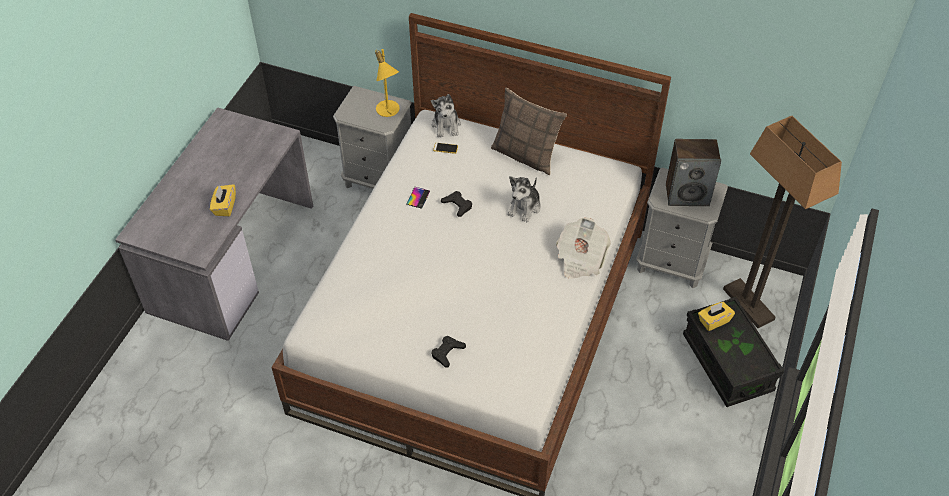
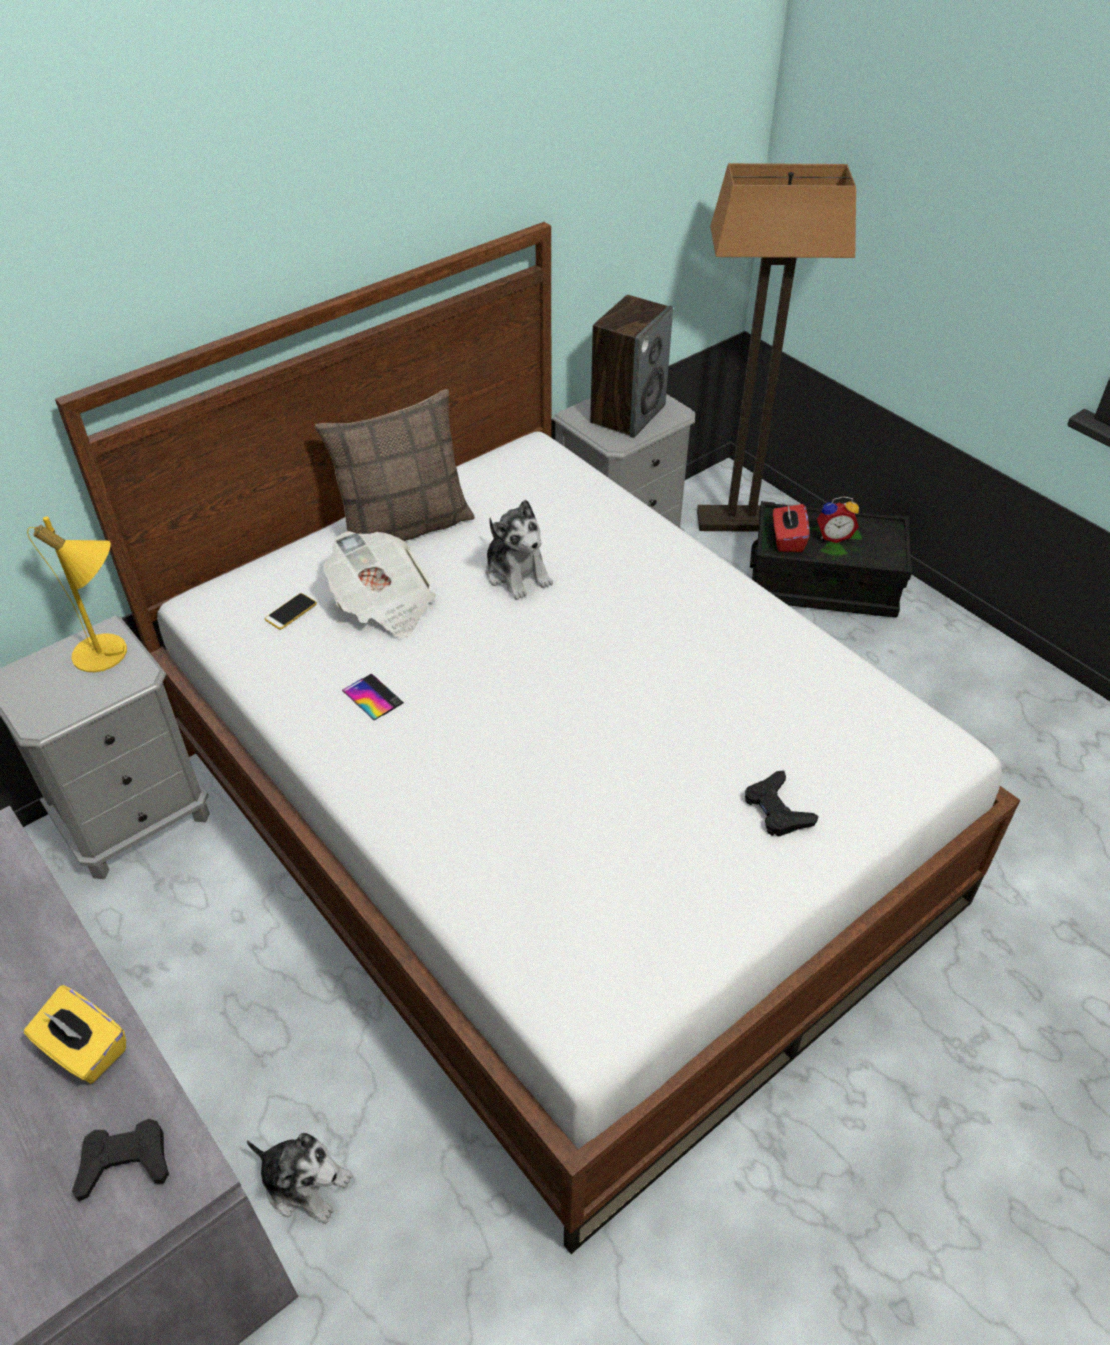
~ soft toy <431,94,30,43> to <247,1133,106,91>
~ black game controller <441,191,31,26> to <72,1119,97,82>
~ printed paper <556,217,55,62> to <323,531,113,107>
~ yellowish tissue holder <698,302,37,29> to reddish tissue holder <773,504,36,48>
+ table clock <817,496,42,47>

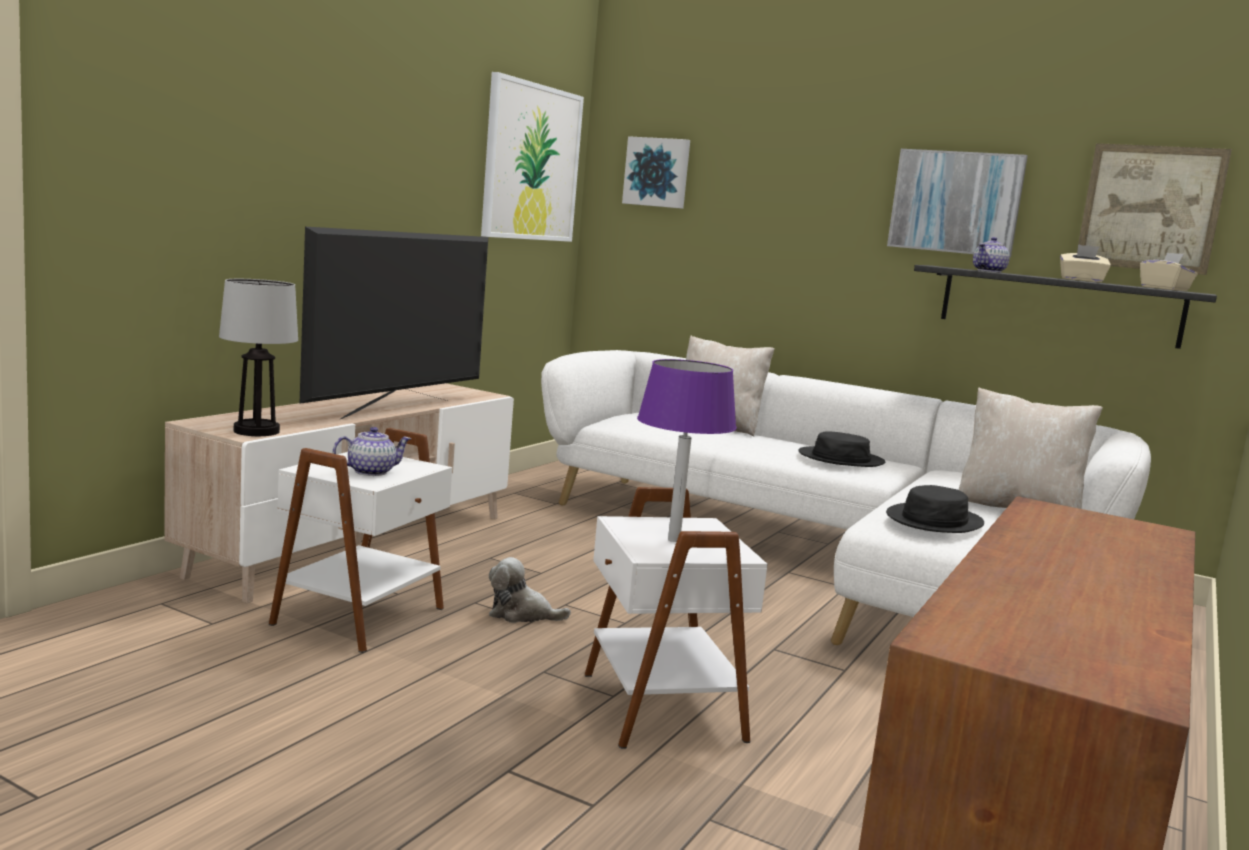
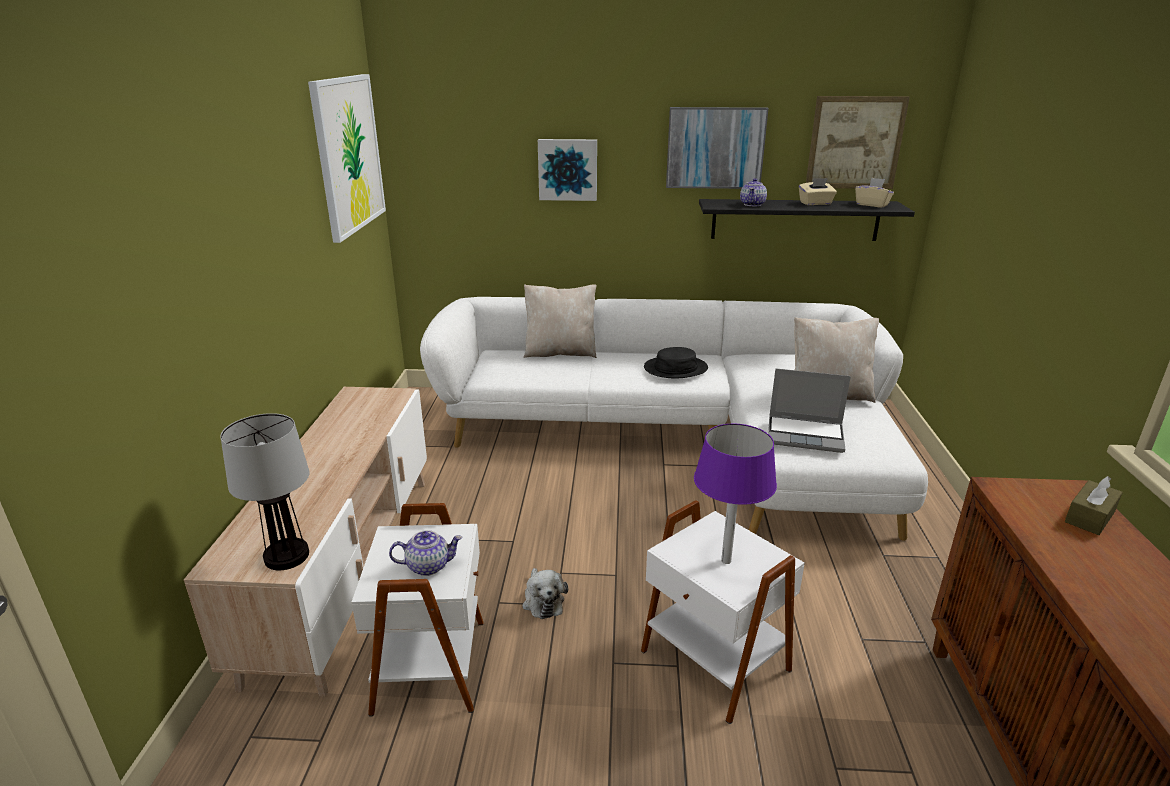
- television <299,227,189,192>
~ tea pot <333,427,78,49> = <389,530,73,46> 45 degrees clockwise
~ soft toy <489,557,82,66> = <522,568,46,51> 90 degrees counterclockwise
~ wall art <622,136,68,73> to <538,139,59,62>
~ black hat <886,485,98,48> to notebook computer <768,368,83,85>
+ brownish tissue holder <1065,476,58,59>

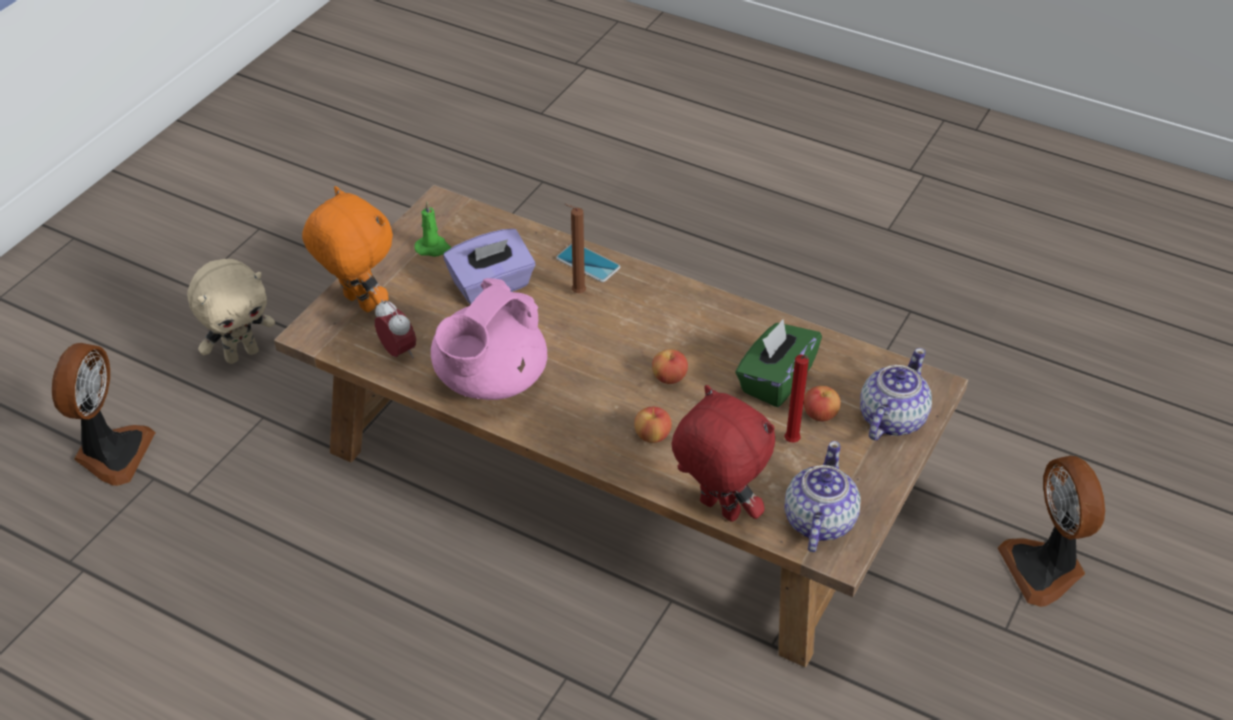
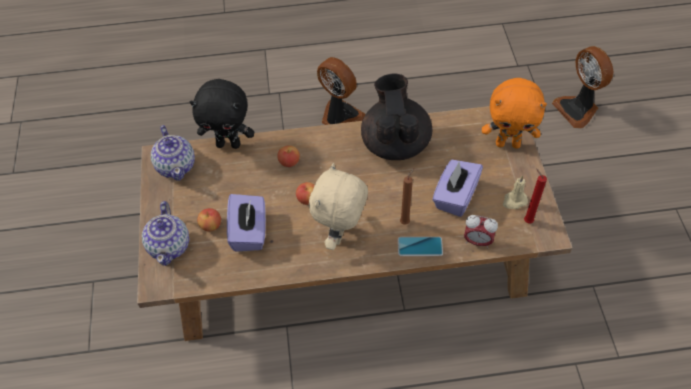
~ beige-coloured soft toy <187,259,88,105> to <309,163,59,87>
~ table clock <375,300,41,58> to <464,215,34,33>
~ green wax light <414,201,38,56> to beige-coloured wax light <503,175,25,34>
~ pinkish tea pot <431,278,116,122> to black tea pot <361,74,72,86>
~ reddish soft toy <672,385,103,137> to black soft toy <190,79,64,70>
~ green tissue holder <735,319,87,88> to purple-coloured tissue holder <227,194,39,58>
~ reddish wax light <785,355,24,88> to <524,168,23,55>
~ electric fan <997,456,108,151> to <317,57,48,68>

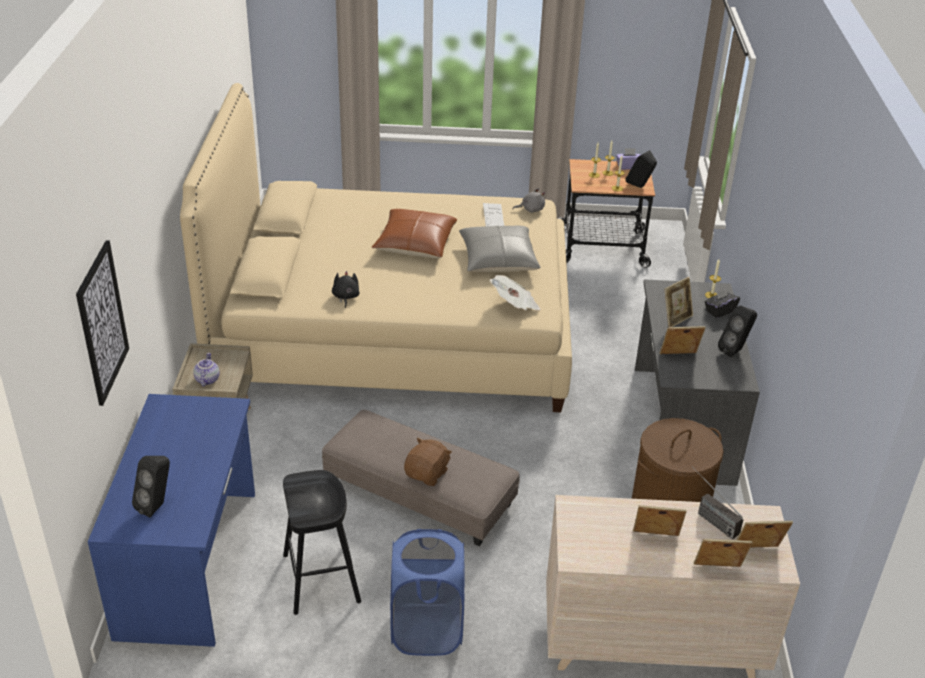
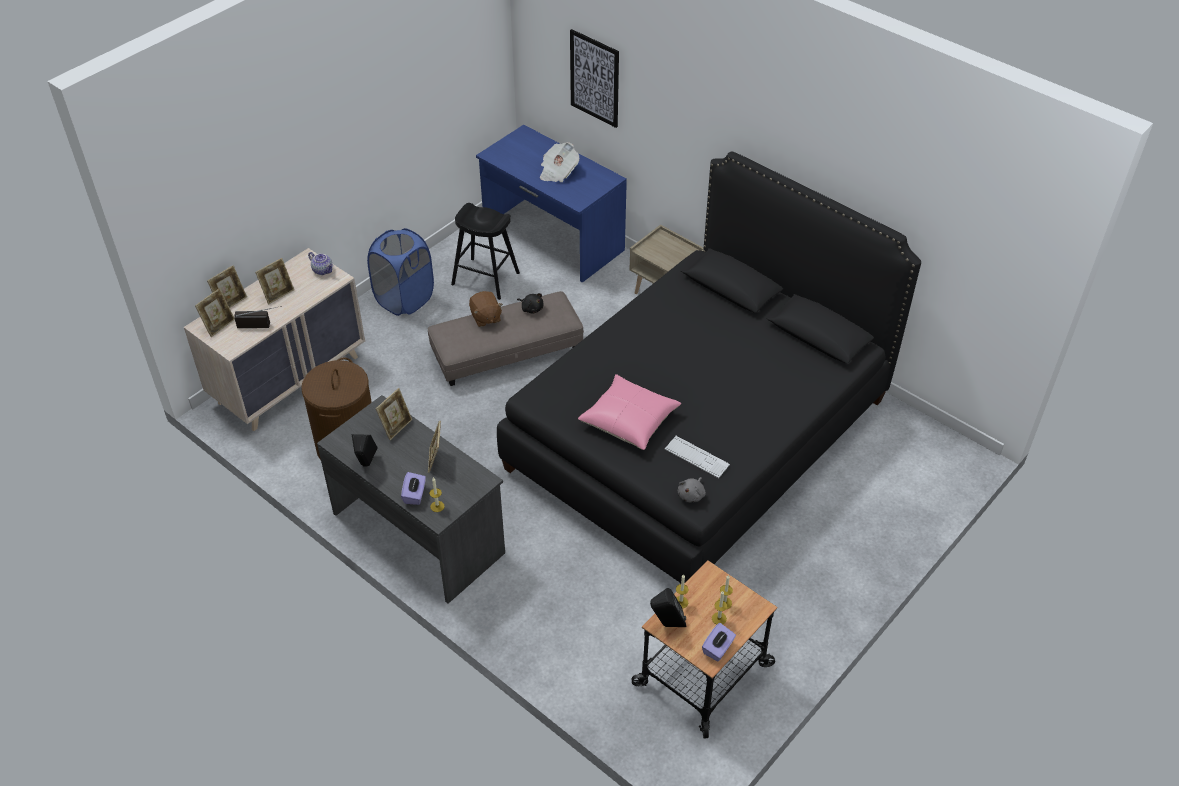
- black loudspeaker <132,456,38,62>
~ beige-coloured bedroom bed <180,83,392,329> to black bedroom bed <497,151,424,433>
~ tea pot <193,353,27,33> to <308,252,25,23>
~ black soft toy <332,271,28,37> to <517,293,27,20>
- brownish throw pillow <371,209,86,49>
~ grey throw pillow <459,226,81,46> to pinkish throw pillow <578,374,103,76>
~ printed paper <490,275,51,35> to <540,142,39,40>
~ black tissue holder <705,288,35,30> to purple-coloured tissue holder <401,472,25,33>

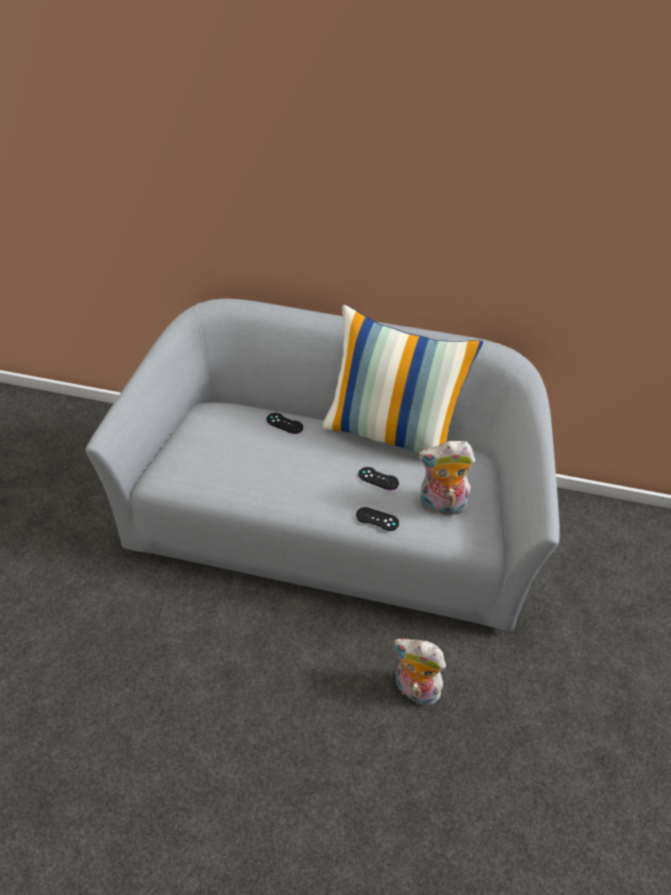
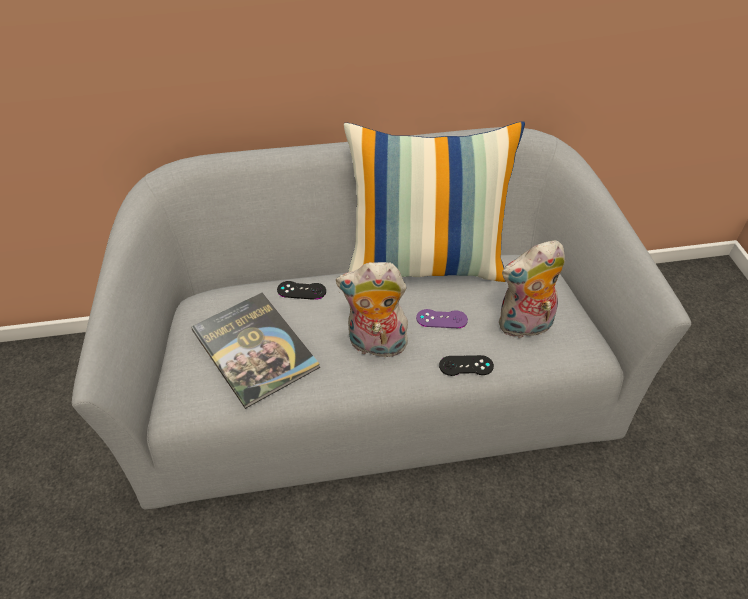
~ black game controller <359,467,40,23> to purple-coloured game controller <416,309,52,19>
~ soft toy <394,638,52,67> to <336,262,72,96>
+ bound book <191,292,129,117>

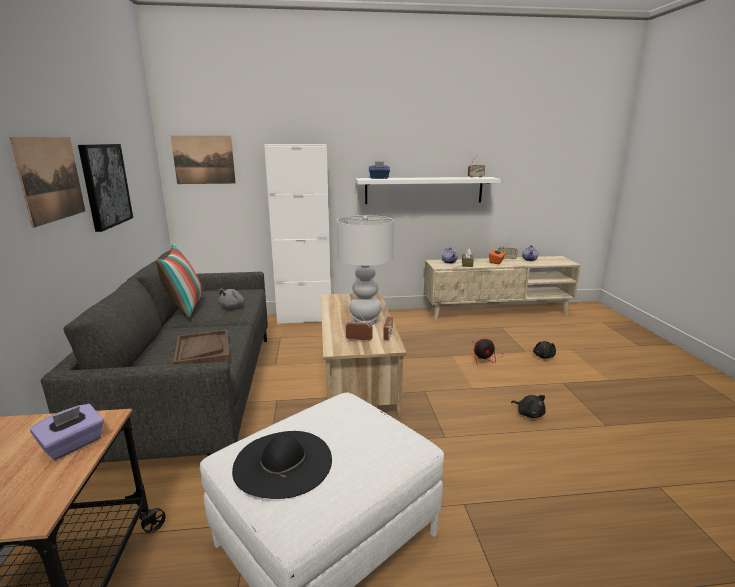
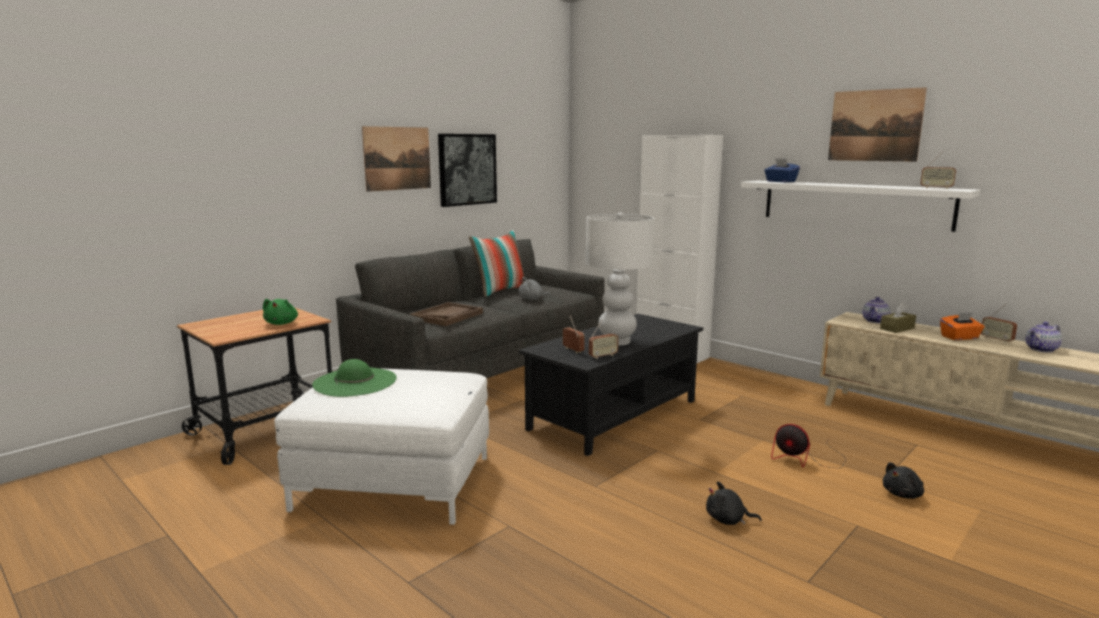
~ purple-coloured tissue holder <30,404,74,56> to green soft toy <263,299,35,26>
~ wall art <171,136,65,48> to <828,87,99,75>
~ black hat <232,431,100,68> to green hat <312,359,85,38>
~ beige-coloured low table <321,293,86,126> to black low table <519,314,184,142>
~ black soft toy <511,395,35,23> = <706,481,56,44> 90 degrees clockwise

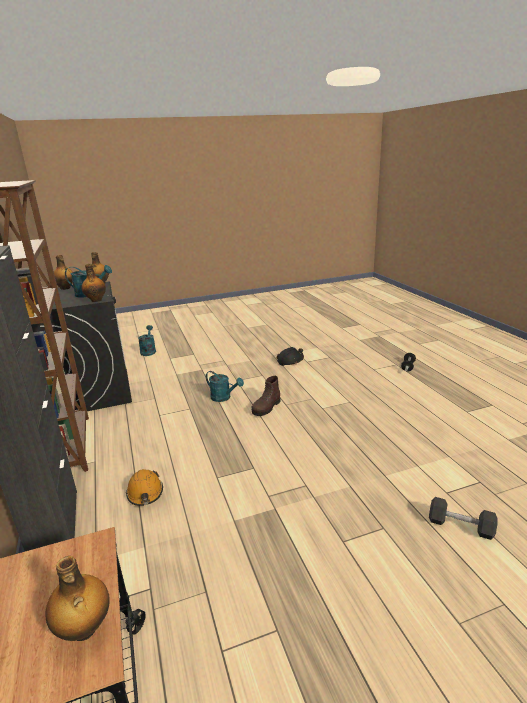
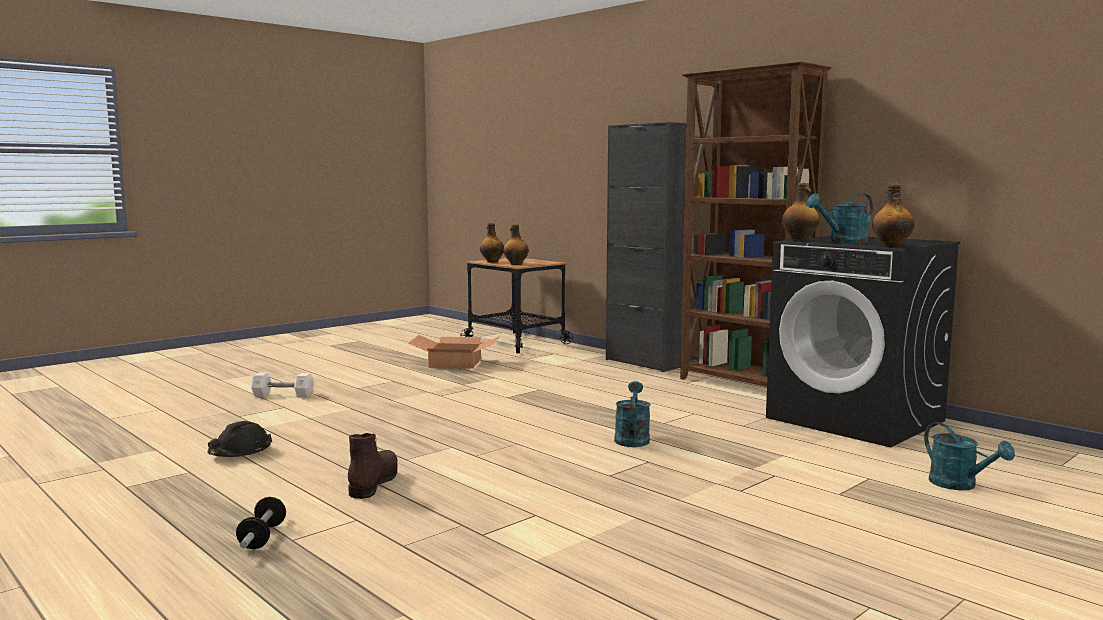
~ beverage bottle <54,255,19,35> to <503,224,26,41>
- orange safety helmet <126,469,37,37>
~ blue-green watering pot <206,371,38,31> = <614,381,36,66> 90 degrees clockwise
~ brownish boot <252,376,29,40> to <348,433,50,66>
~ black safety helmet <276,347,28,19> to <207,421,65,36>
~ black hand weight <429,497,69,43> to white-coloured hand weight <251,373,63,24>
+ packing box <409,335,91,34>

